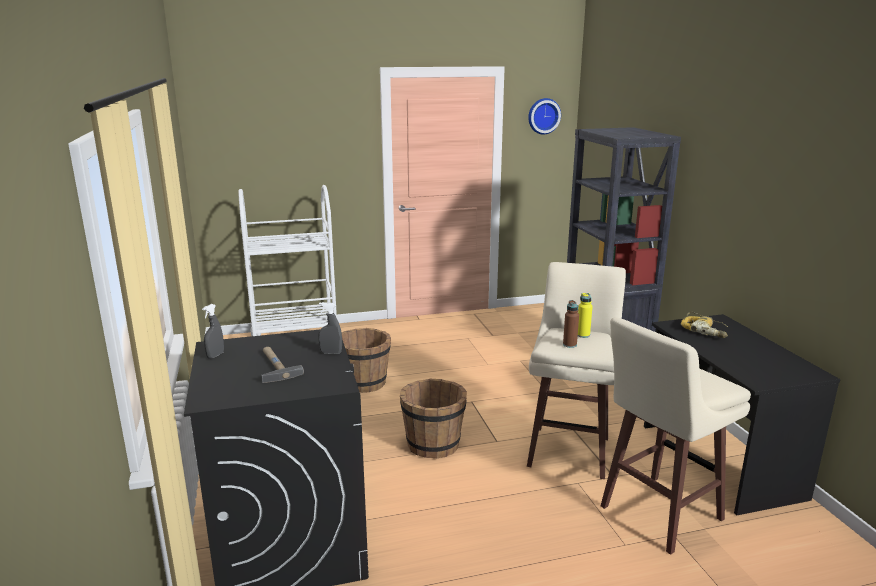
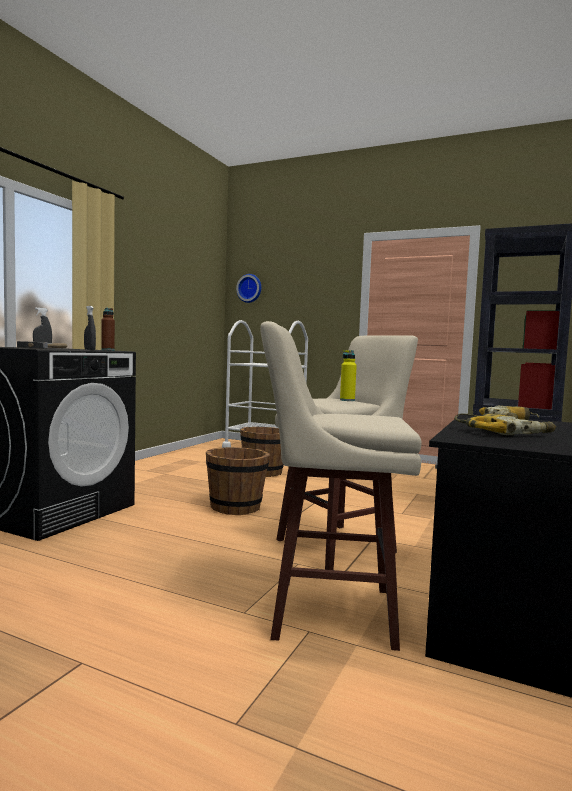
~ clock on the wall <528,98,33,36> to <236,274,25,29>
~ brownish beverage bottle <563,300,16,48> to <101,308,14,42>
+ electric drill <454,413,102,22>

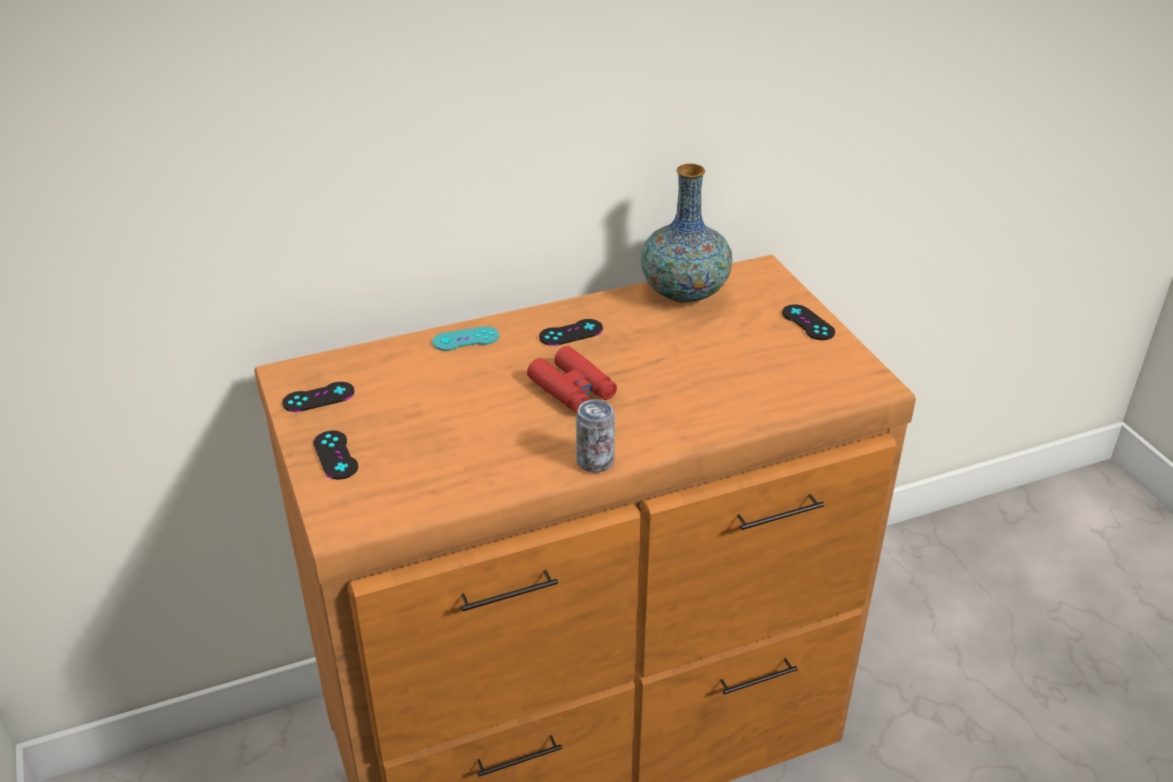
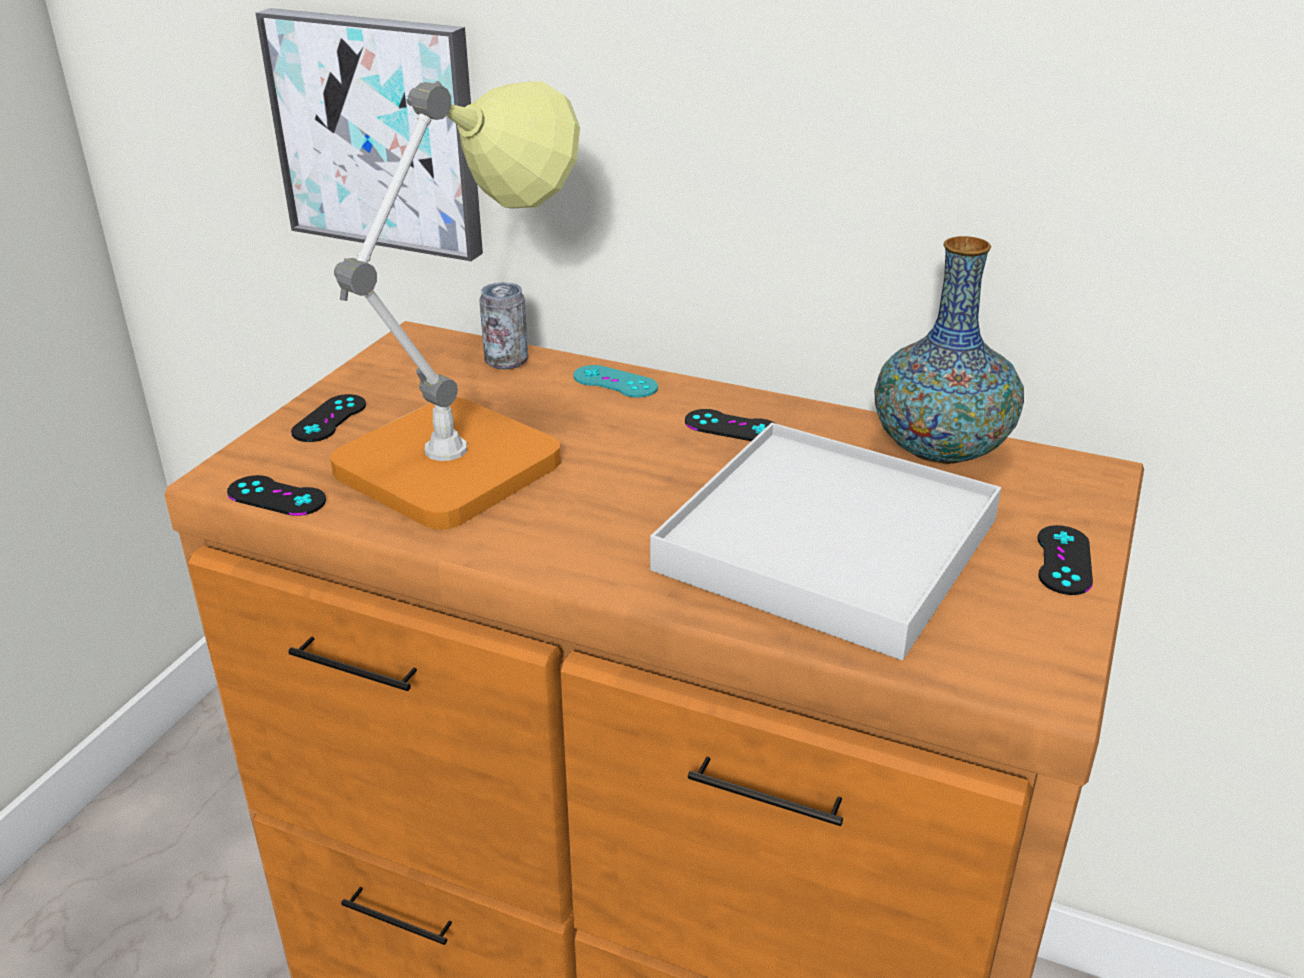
~ black game controller <282,382,72,30> to <227,475,99,41>
- reddish field glasses <527,346,90,67>
~ can <576,399,39,74> to <479,282,49,87>
+ wall art <256,8,227,253>
+ tabletop lamp <330,81,250,449>
+ white-coloured carrying tray <650,423,351,237>

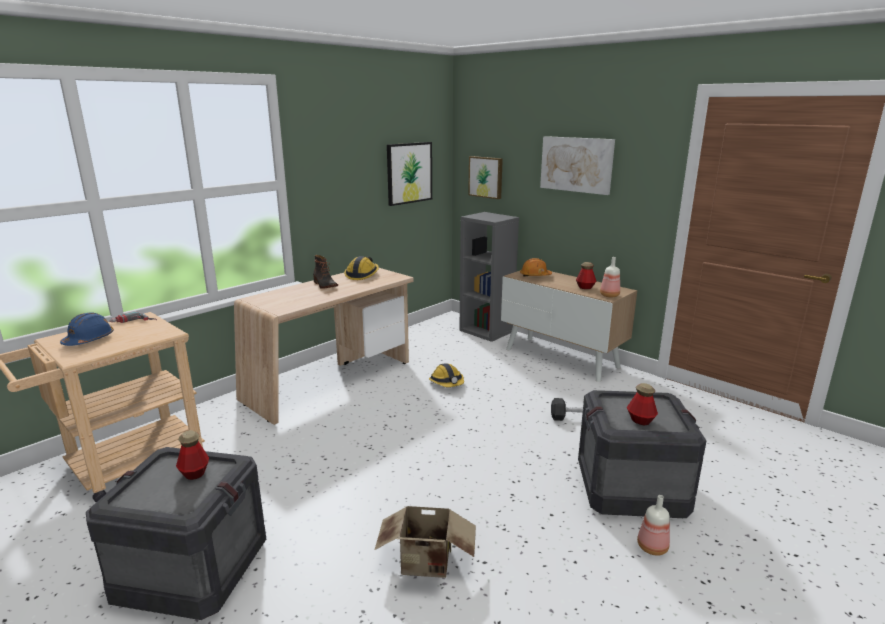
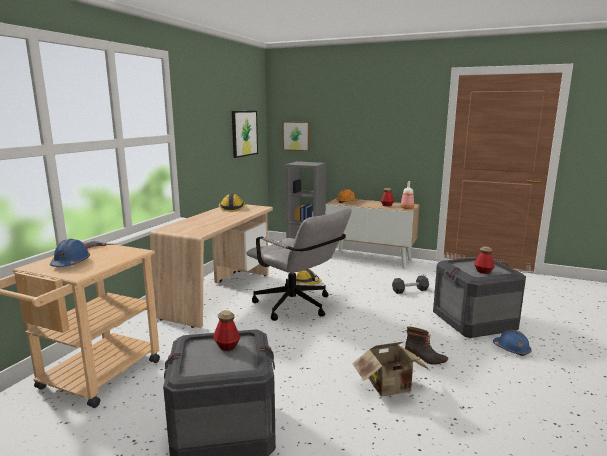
~ boot <313,255,25,34> to <405,326,43,39>
- wall art <540,136,75,59>
~ beverage bottle <637,495,33,61> to bluish safety helmet <493,330,39,26>
+ grey computer chair <246,208,105,113>

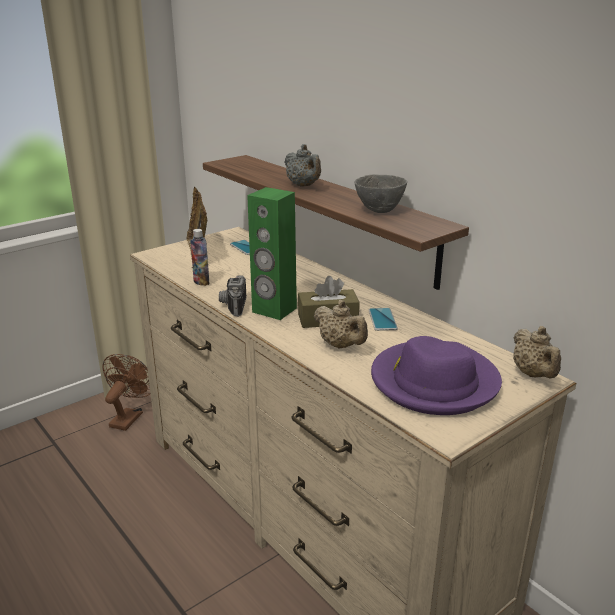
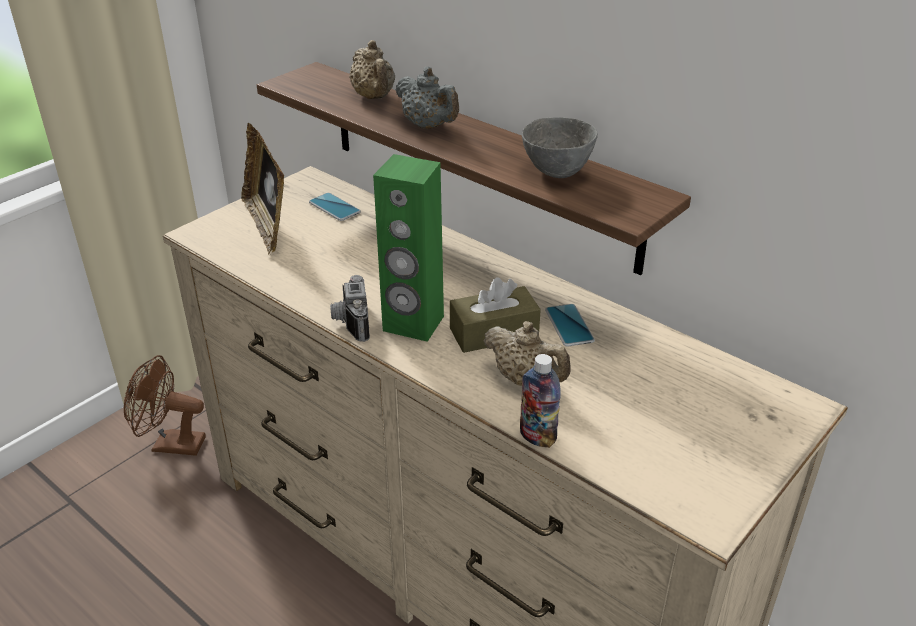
~ brownish electric fan <102,354,48,77> = <124,355,82,101> 90 degrees counterclockwise
~ beverage bottle <190,229,20,57> to <520,354,41,94>
- purple-coloured hat <371,336,131,79>
~ beige-coloured tea pot <513,326,48,53> to <349,40,46,59>

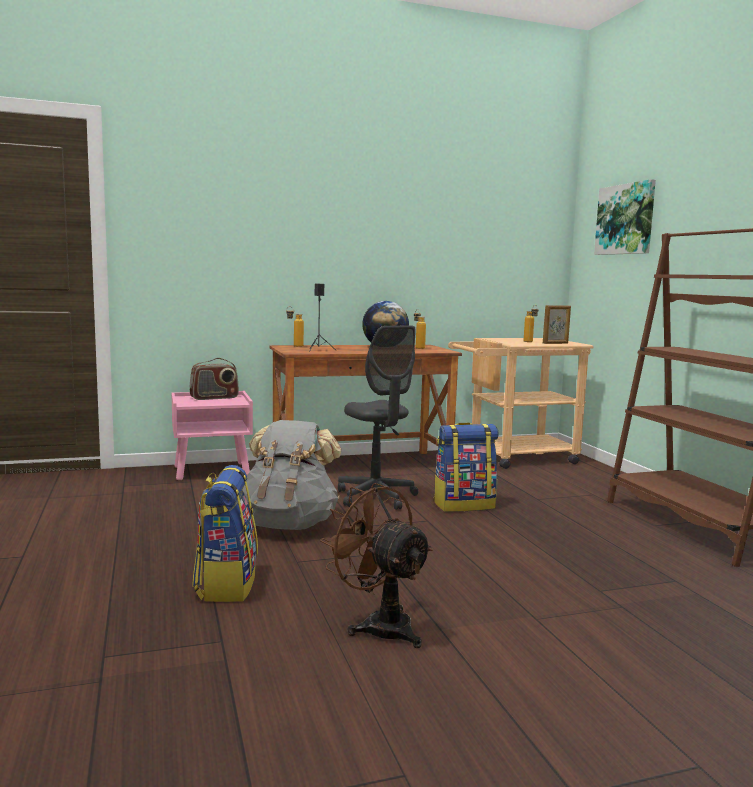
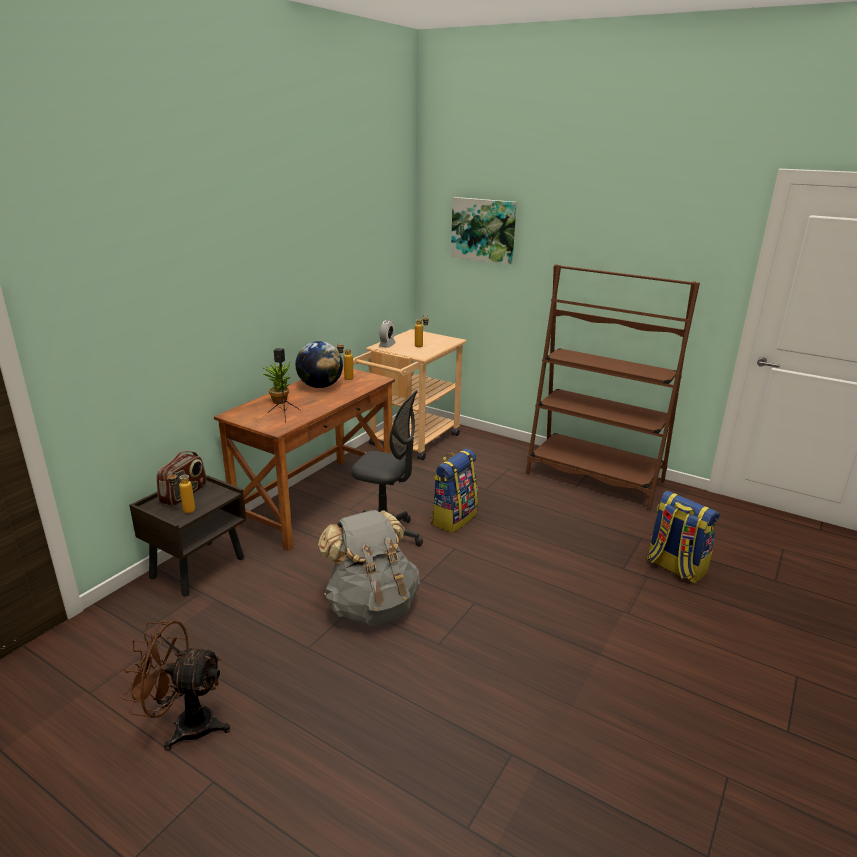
~ pinkish bedside table <171,391,82,89> to brownish bedside table <129,475,117,121>
~ backpack <192,465,66,137> to <647,491,73,93>
~ beverage bottle <286,307,18,40> to <167,471,28,42>
~ brownish electric fan <320,483,113,165> to <121,621,109,130>
- standing frame <543,305,28,39>
+ plant in a pot <262,362,29,42>
+ table clock <379,320,17,28>

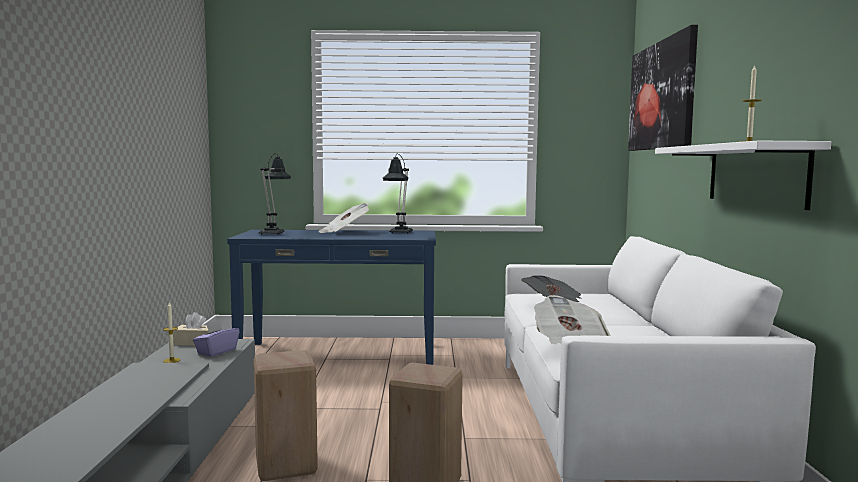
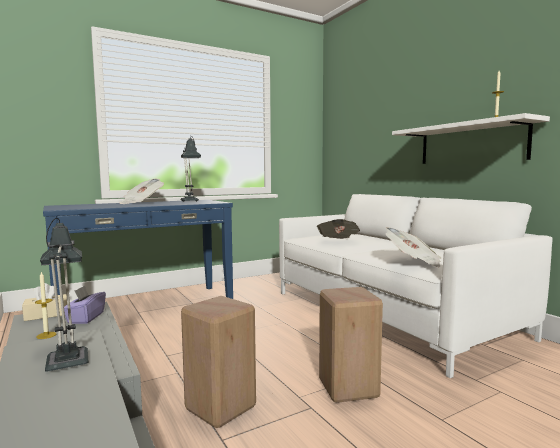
~ tabletop lamp <258,153,33,82> to <40,218,49,154>
- wall art <628,25,70,126>

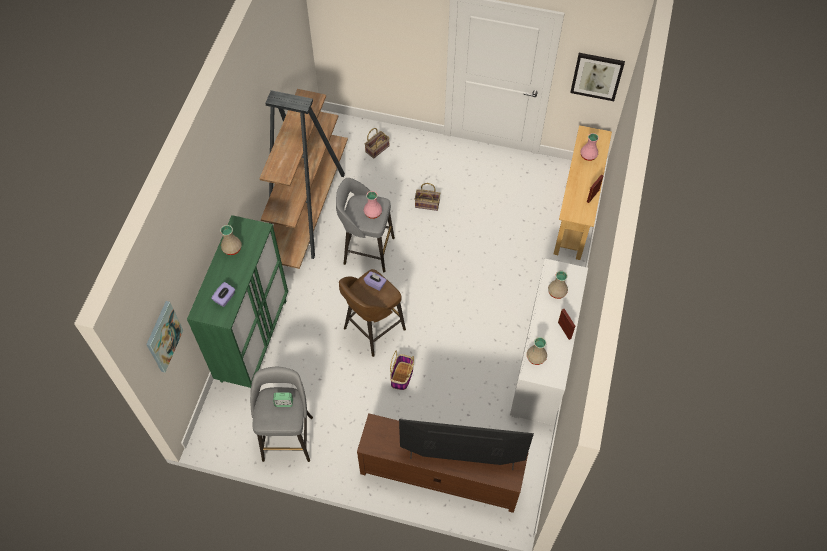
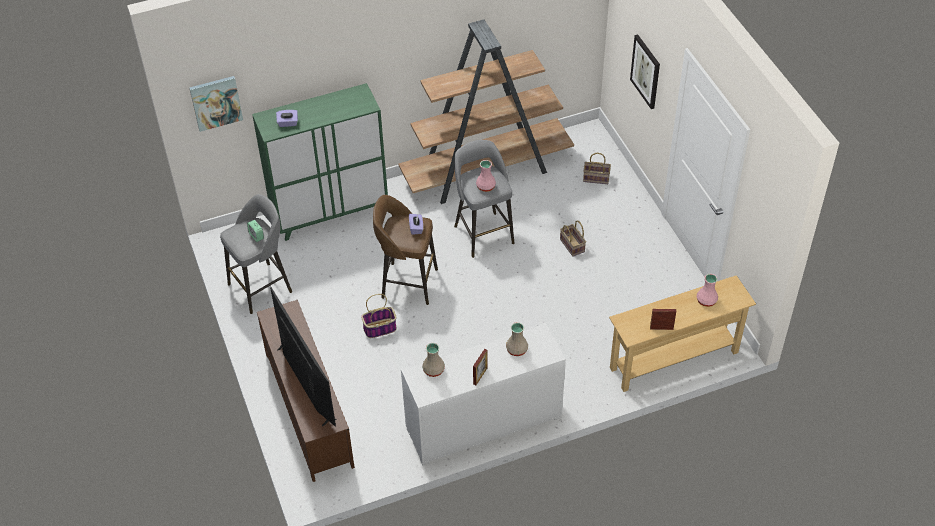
- beige-coloured flower vase <220,225,22,30>
~ wall art <570,53,55,48> to <630,35,30,74>

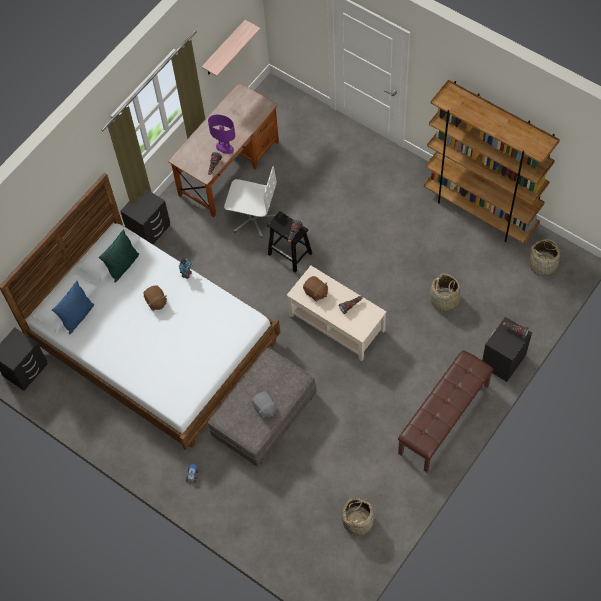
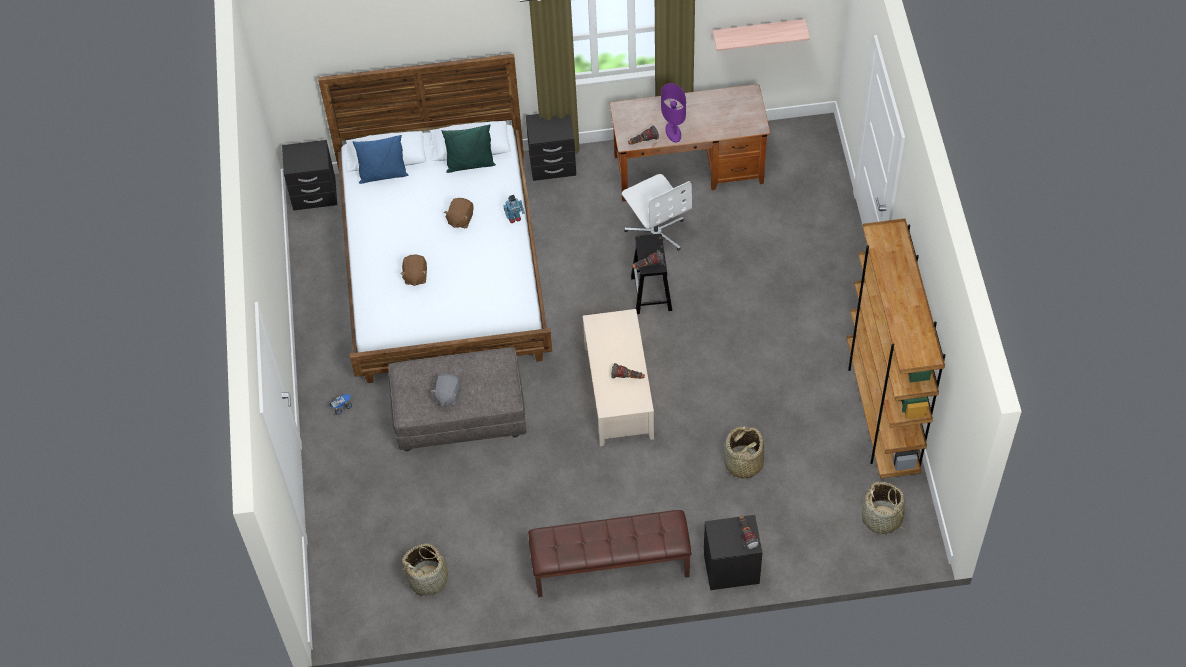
~ brownish soft toy <303,276,25,26> to <400,255,27,31>

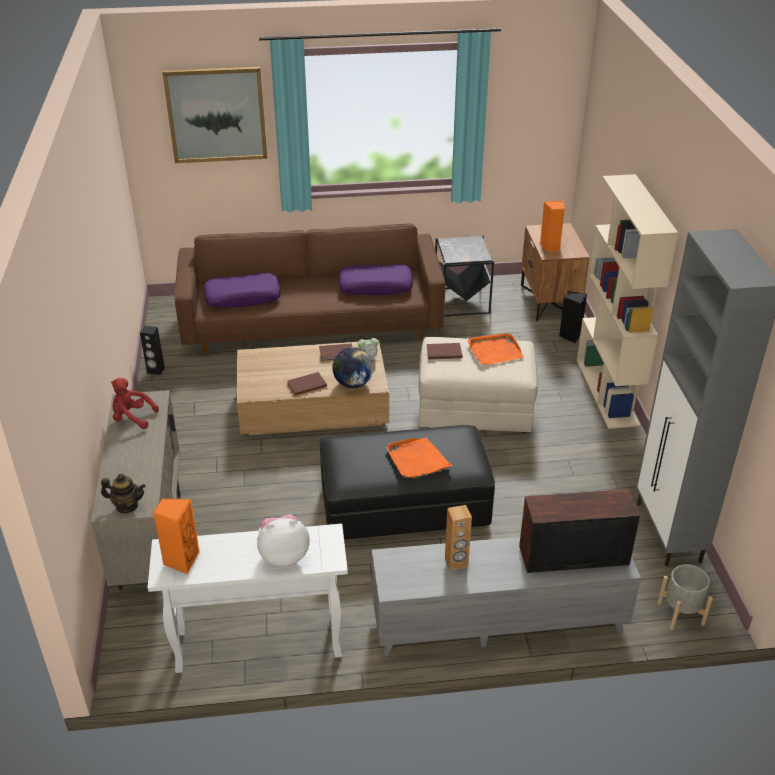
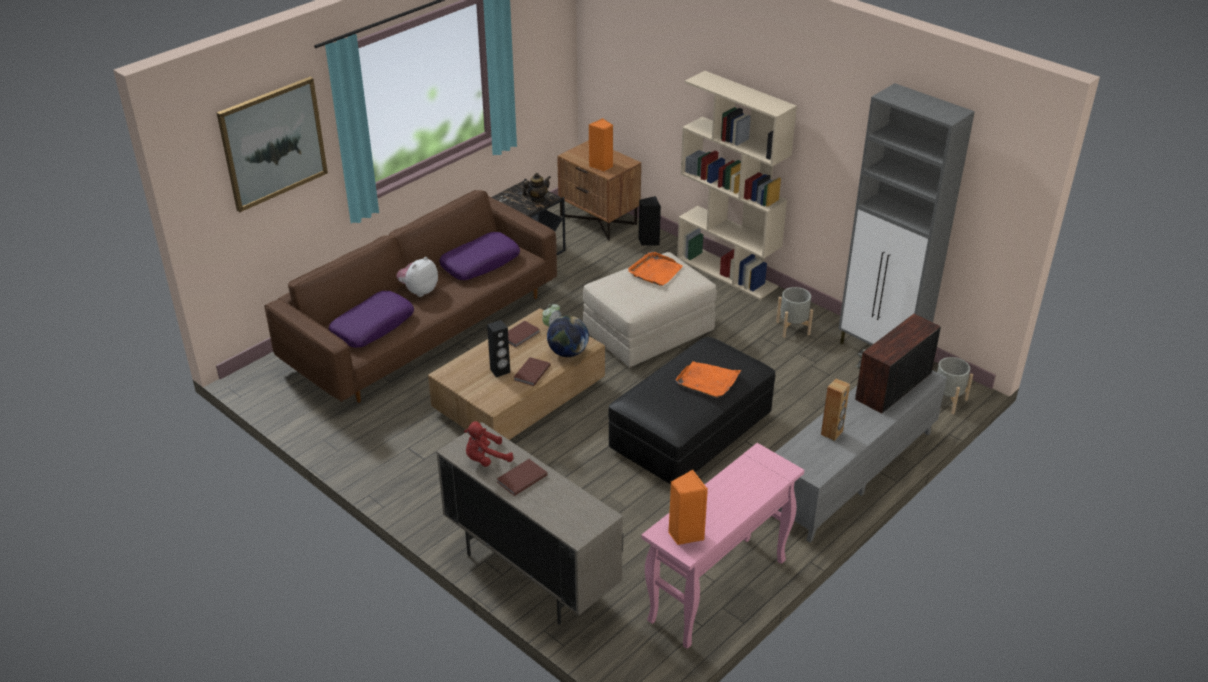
~ tea pot <101,474,45,39> to <522,173,29,29>
~ black loudspeaker <140,326,25,49> to <487,320,23,57>
~ white-coloured hall table <148,524,200,149> to pinkish hall table <641,443,163,206>
~ soft toy <257,515,53,52> to <396,257,42,40>
~ brownish bound book <426,343,36,16> to <497,459,51,37>
+ grey planter <776,287,37,51>

